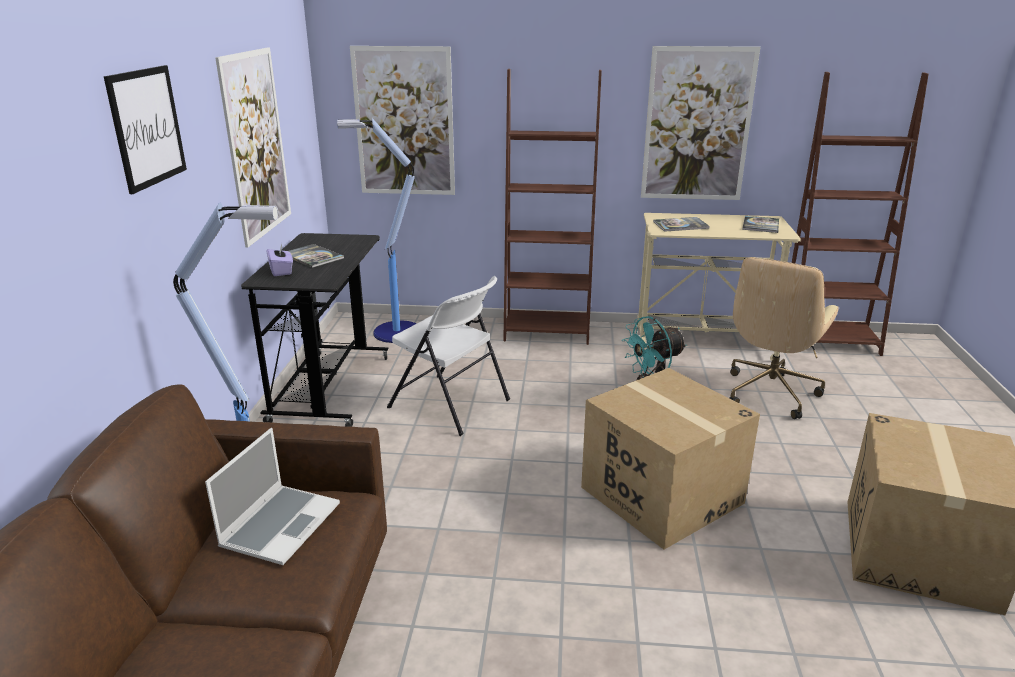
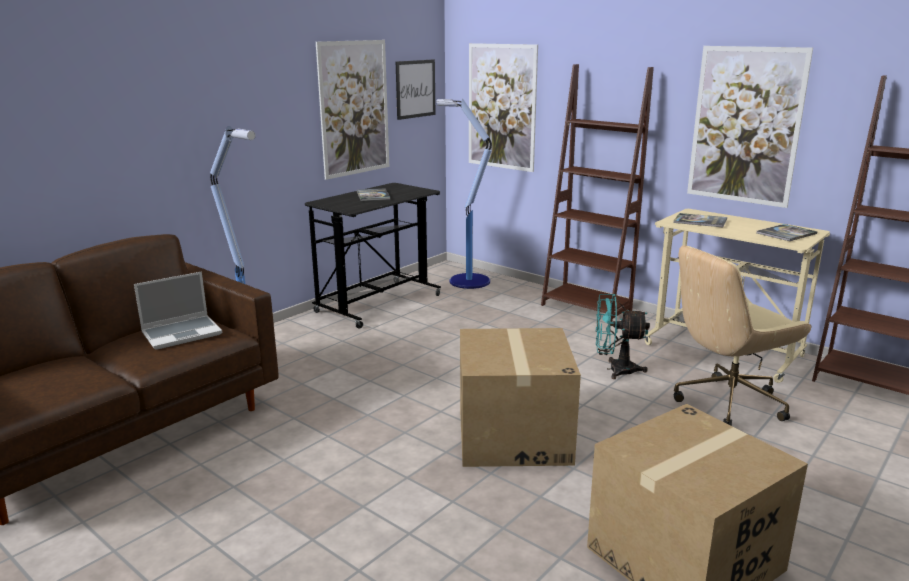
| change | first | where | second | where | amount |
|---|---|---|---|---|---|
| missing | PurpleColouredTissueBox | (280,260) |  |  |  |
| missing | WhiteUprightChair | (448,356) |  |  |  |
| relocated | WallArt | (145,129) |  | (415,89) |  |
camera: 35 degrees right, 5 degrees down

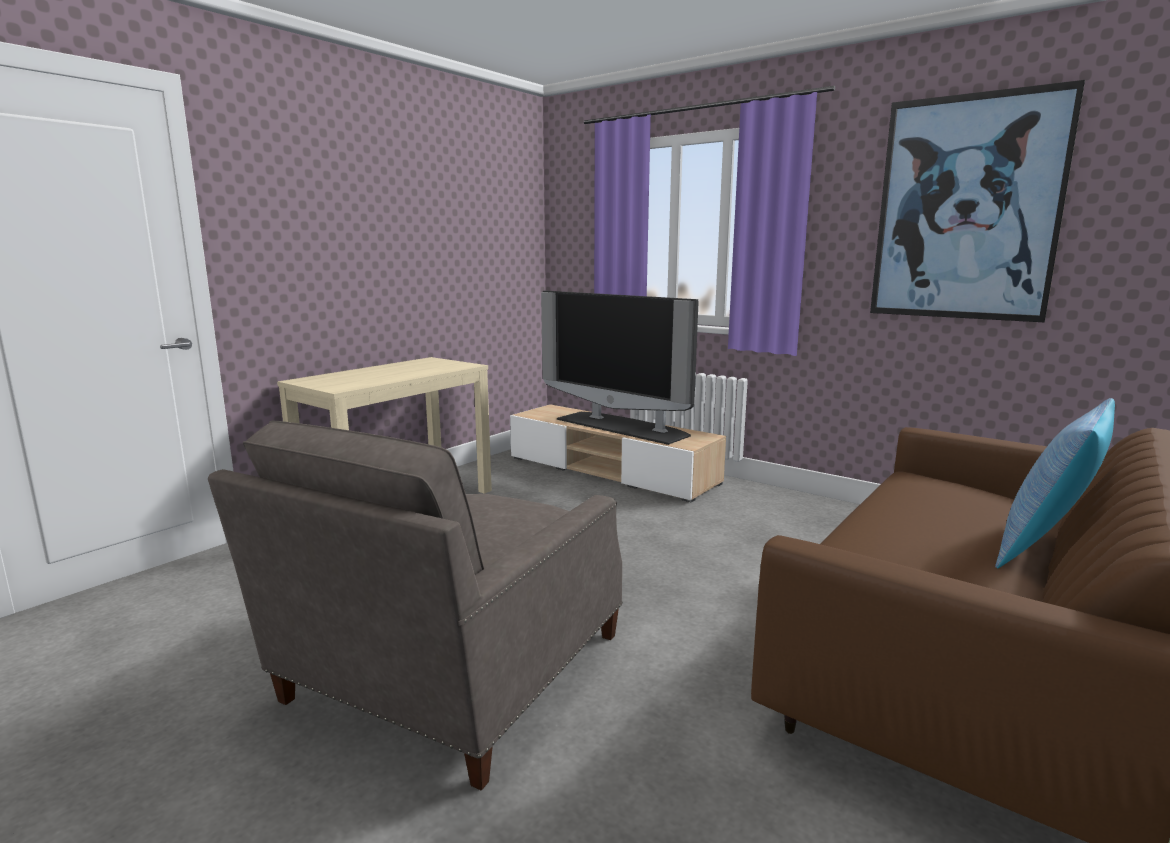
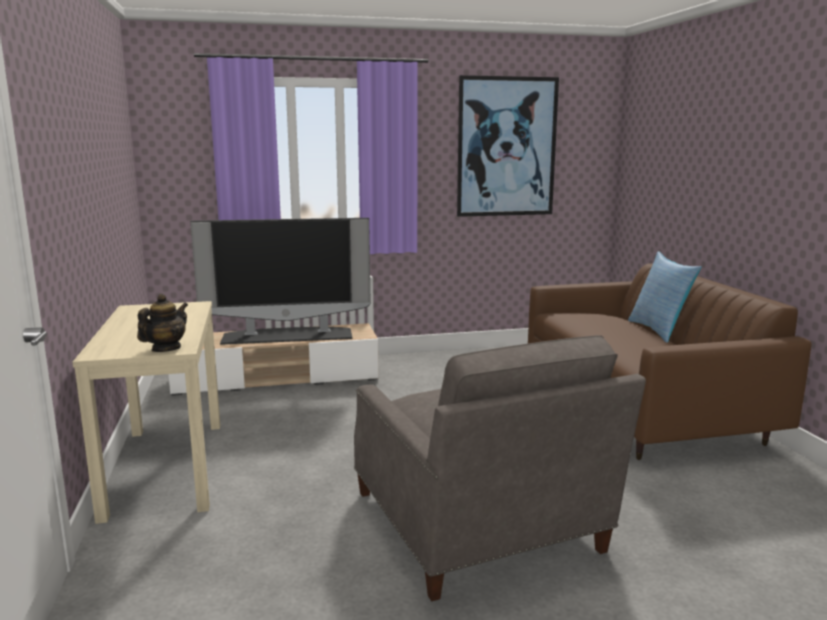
| change | first | where | second | where | amount |
|---|---|---|---|---|---|
| appeared |  |  | TeaPot | (162,323) |  |
camera: 50 degrees left, 0 degrees up

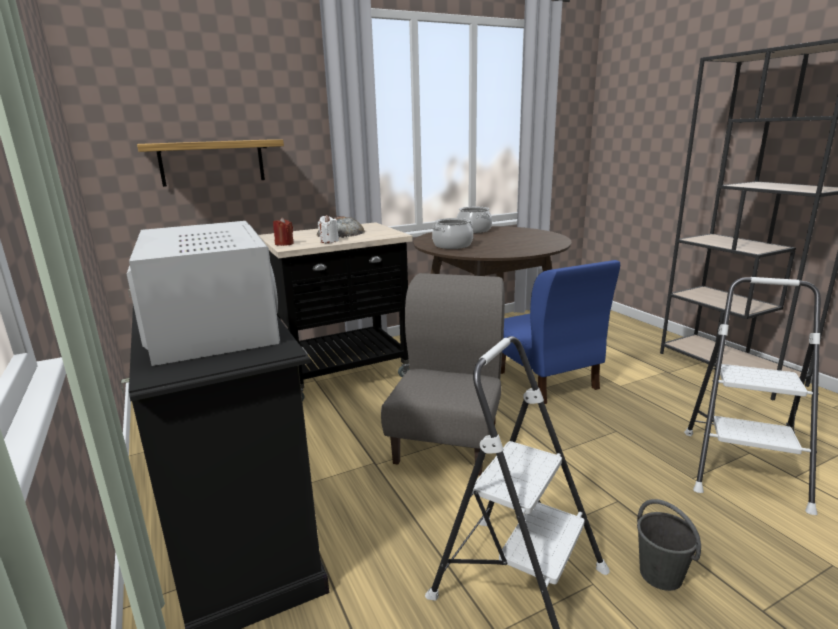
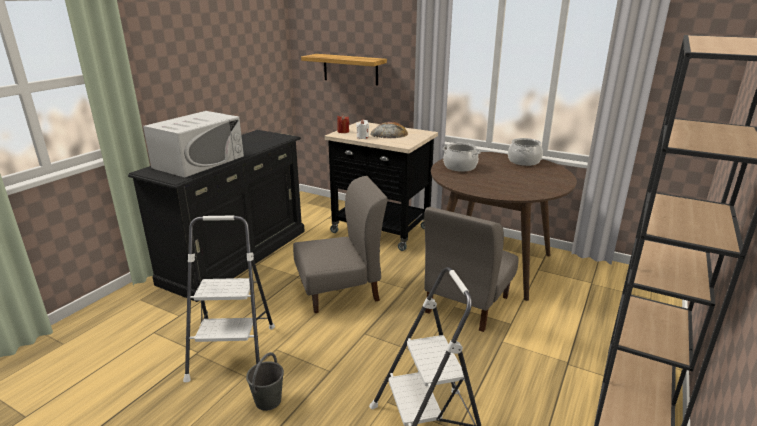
| change | first | where | second | where | amount |
|---|---|---|---|---|---|
| colour | BlueUprightChair | (560,332) | GreyishUprightChair | (471,269) |  |
camera: 55 degrees right, 5 degrees up

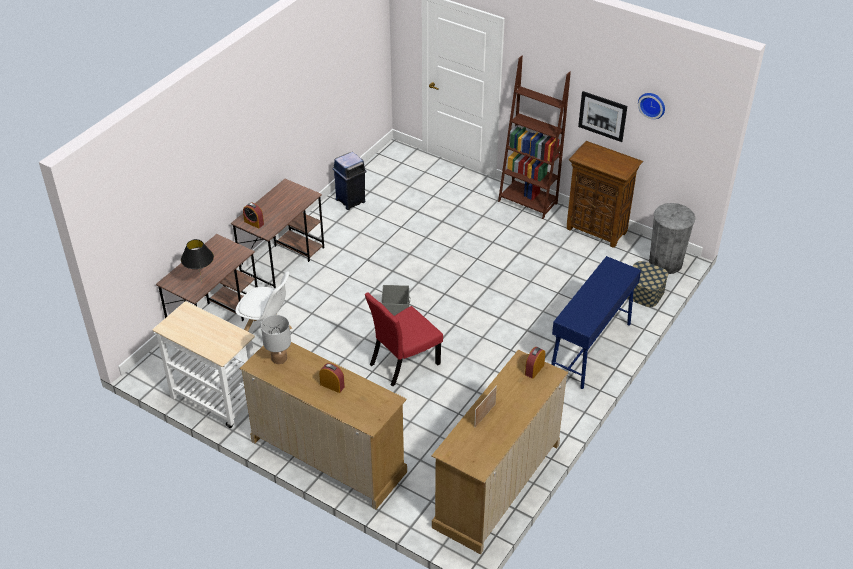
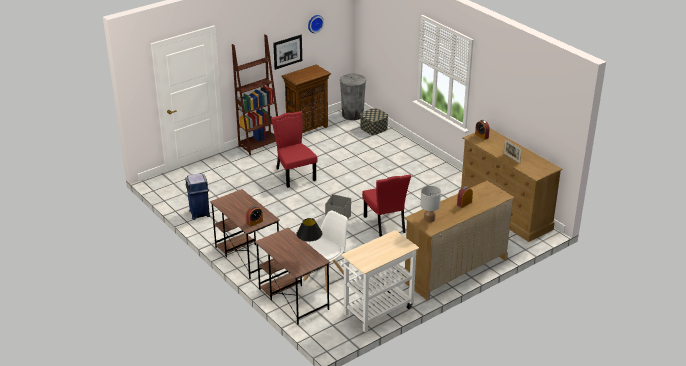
| change | first | where | second | where | amount |
|---|---|---|---|---|---|
| missing | BlueConsoleTable | (596,322) |  |  |  |
| appeared |  |  | RedUprightChair | (294,149) |  |
camera: 70 degrees left, 10 degrees down

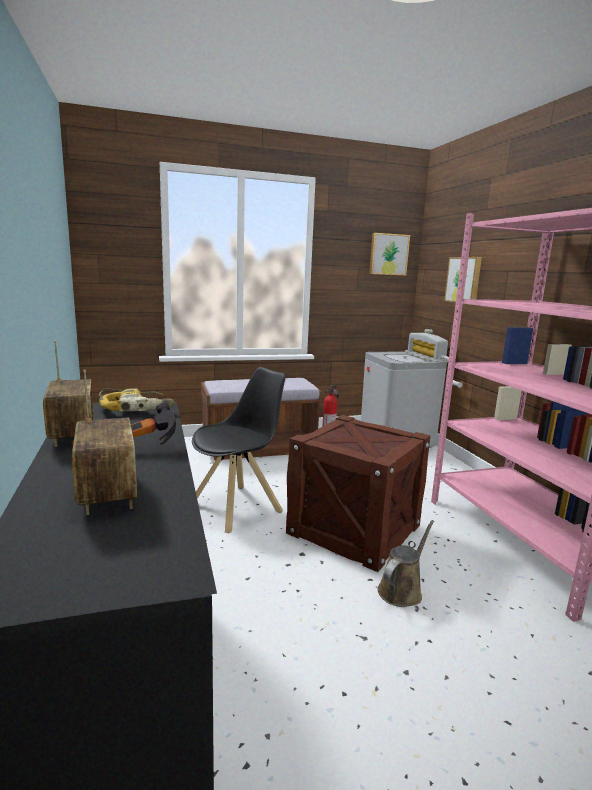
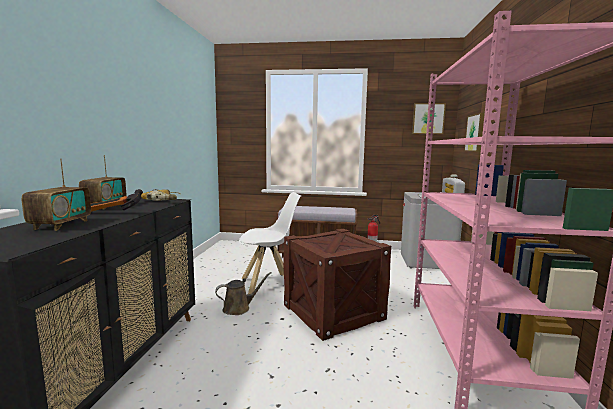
| change | first | where | second | where | amount |
|---|---|---|---|---|---|
| relocated | BrownishSprinklingCan | (405,563) |  | (243,293) |  |
| colour | BlackColouredUprightChair | (239,450) | WhiteUprightChair | (270,243) |  |
camera: 25 degrees right, 5 degrees down

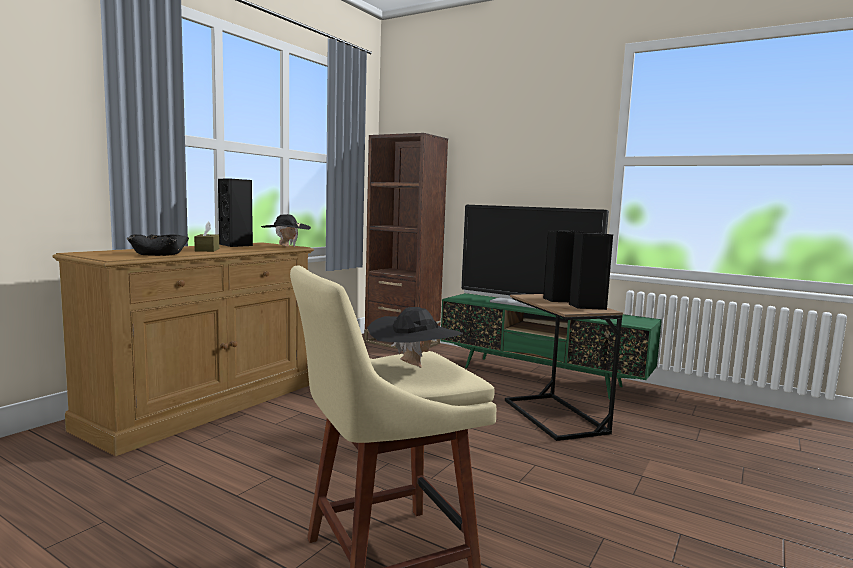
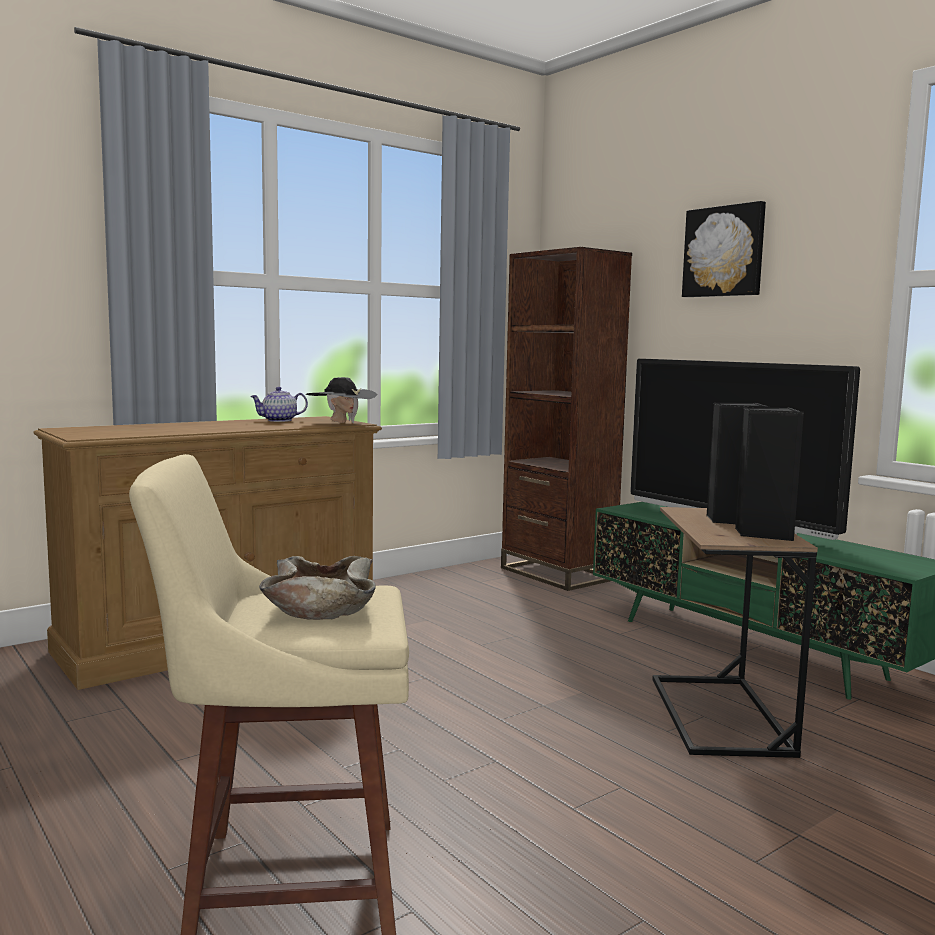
| change | first | where | second | where | amount |
|---|---|---|---|---|---|
| missing | BlackColouredBowl | (158,245) |  |  |  |
| missing | BrownishTissueBox | (206,236) |  |  |  |
| appeared |  |  | WallArt | (724,249) |  |
| exchanged | BlackColouredSpeaker | (235,212) | TeaPot | (279,404) |  |
| exchanged | BlackColouredWearableHat | (415,337) | BeigeColouredBowl | (317,588) |  |
camera: 20 degrees right, 0 degrees up

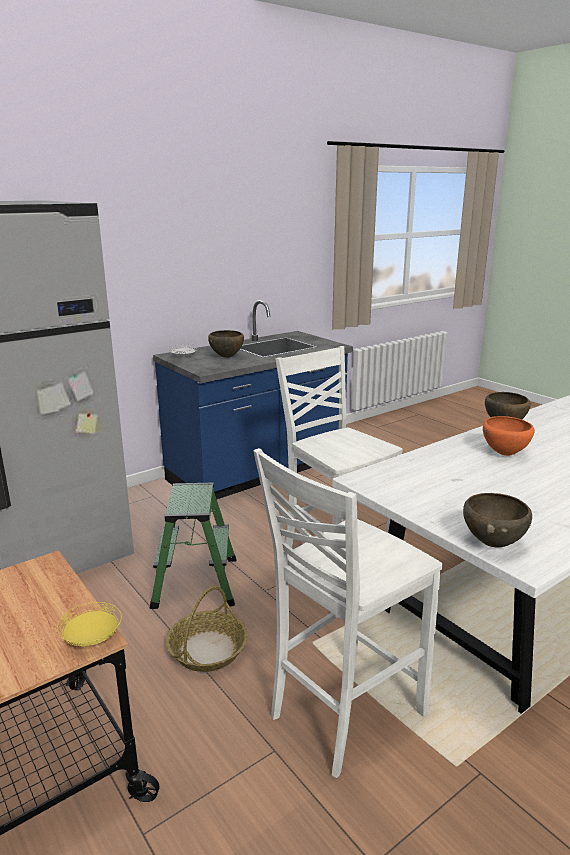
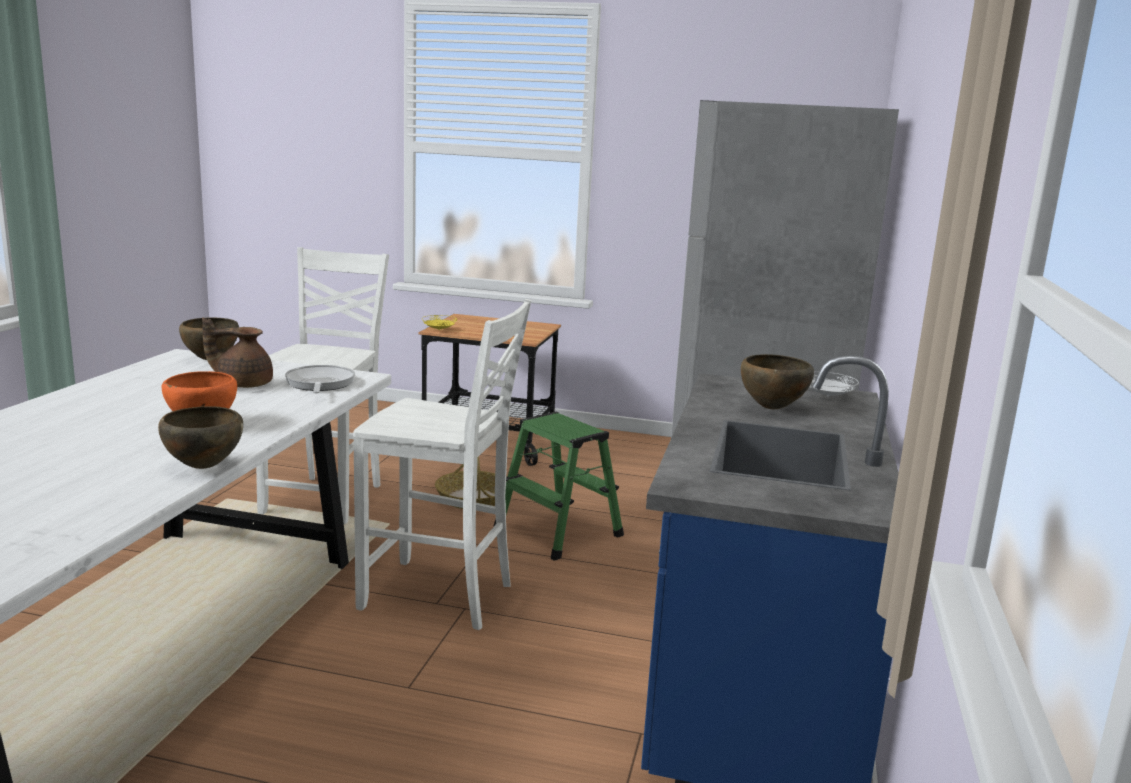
| change | first | where | second | where | amount |
|---|---|---|---|---|---|
| appeared |  |  | BrownishTeaPot | (237,352) |  |
| appeared |  |  | Pan | (320,379) |  |
camera: 140 degrees right, 5 degrees down

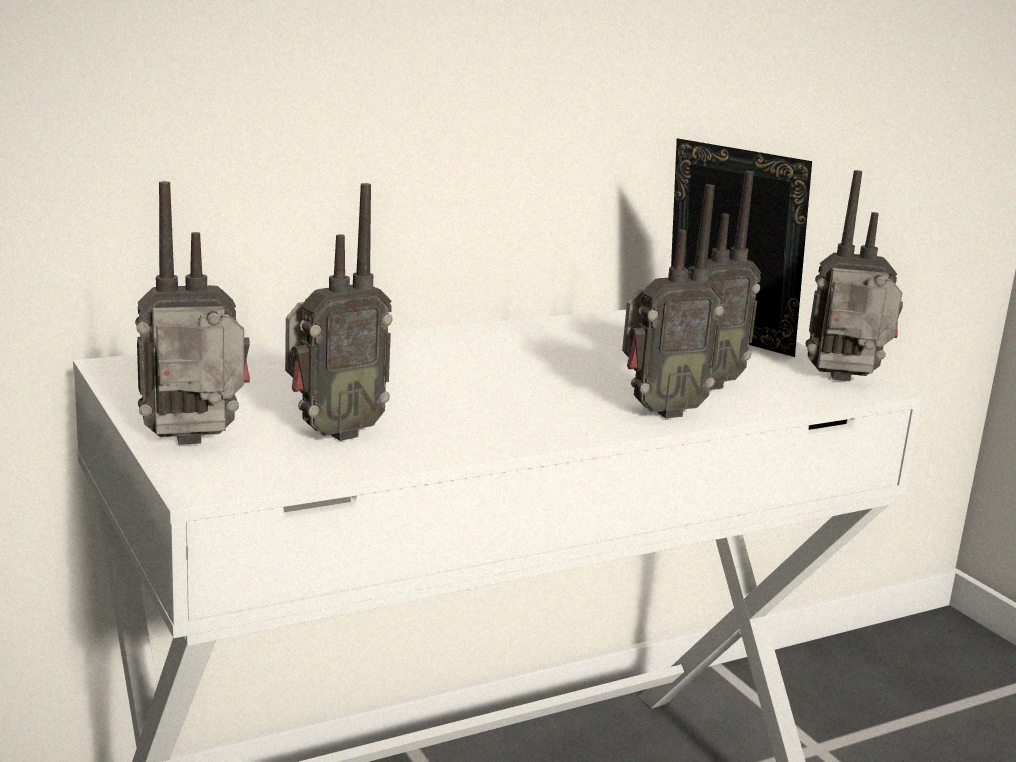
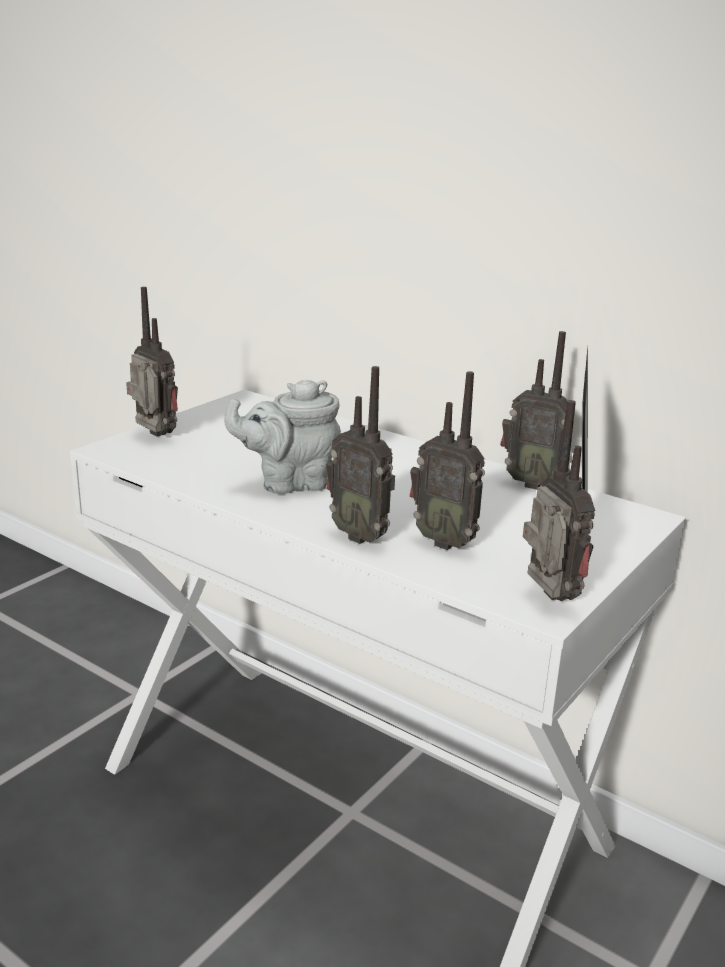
| change | first | where | second | where | amount |
|---|---|---|---|---|---|
| appeared |  |  | GreyishTeaPot | (282,436) |  |
| relocated | RadioReceiver | (339,312) |  | (533,410) |  |
camera: 65 degrees right, 5 degrees up

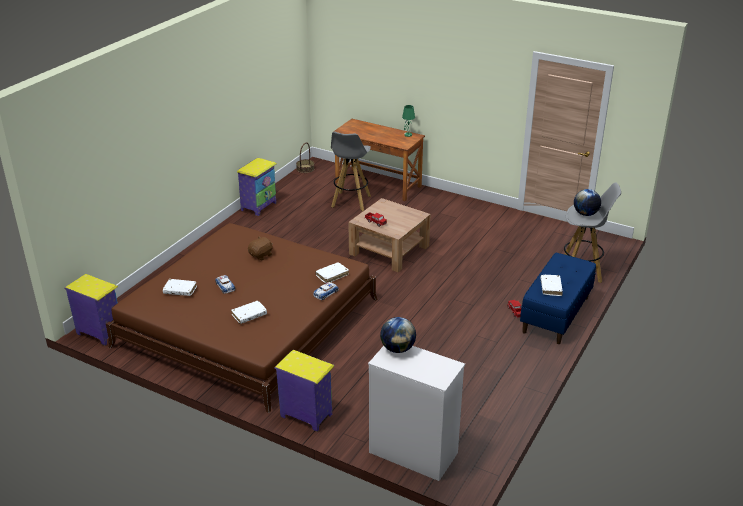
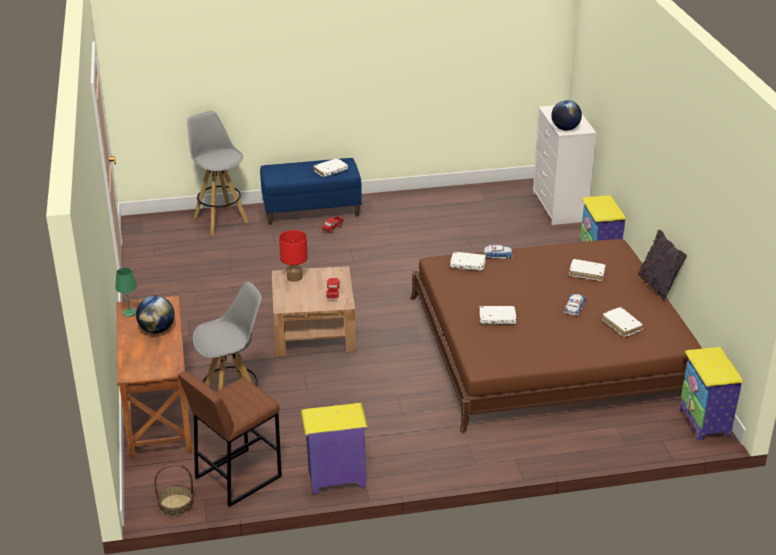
| change | first | where | second | where | amount |
|---|---|---|---|---|---|
| appeared |  |  | BrownishSittingStool | (230,439) |  |
| appeared |  |  | RedTableLamp | (293,256) |  |
| appeared |  |  | BlackColouredPillow | (662,265) |  |
| relocated | WorldGlobe | (587,202) |  | (155,315) |  |
| exchanged | BrownishPlushToy | (260,248) | WhiteBook | (498,315) |  |
camera: 130 degrees left, 0 degrees up

